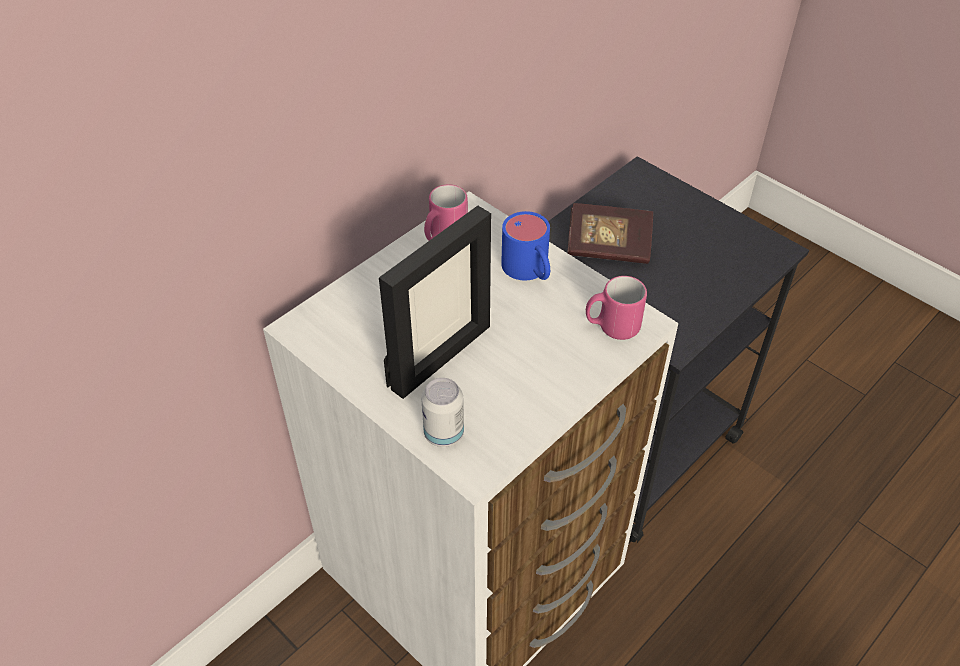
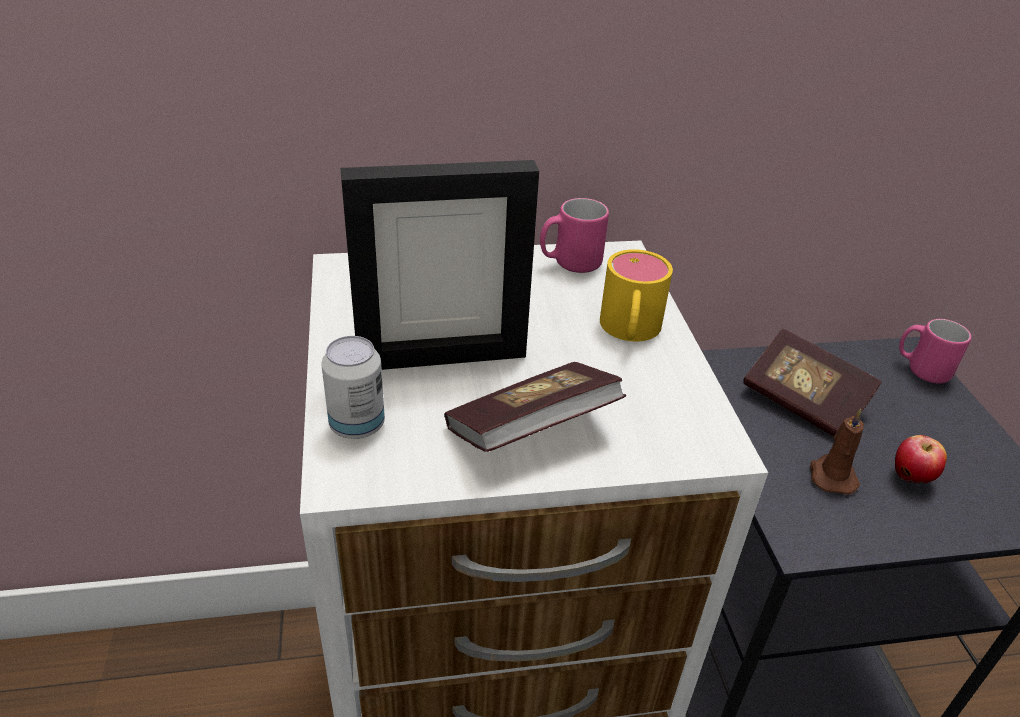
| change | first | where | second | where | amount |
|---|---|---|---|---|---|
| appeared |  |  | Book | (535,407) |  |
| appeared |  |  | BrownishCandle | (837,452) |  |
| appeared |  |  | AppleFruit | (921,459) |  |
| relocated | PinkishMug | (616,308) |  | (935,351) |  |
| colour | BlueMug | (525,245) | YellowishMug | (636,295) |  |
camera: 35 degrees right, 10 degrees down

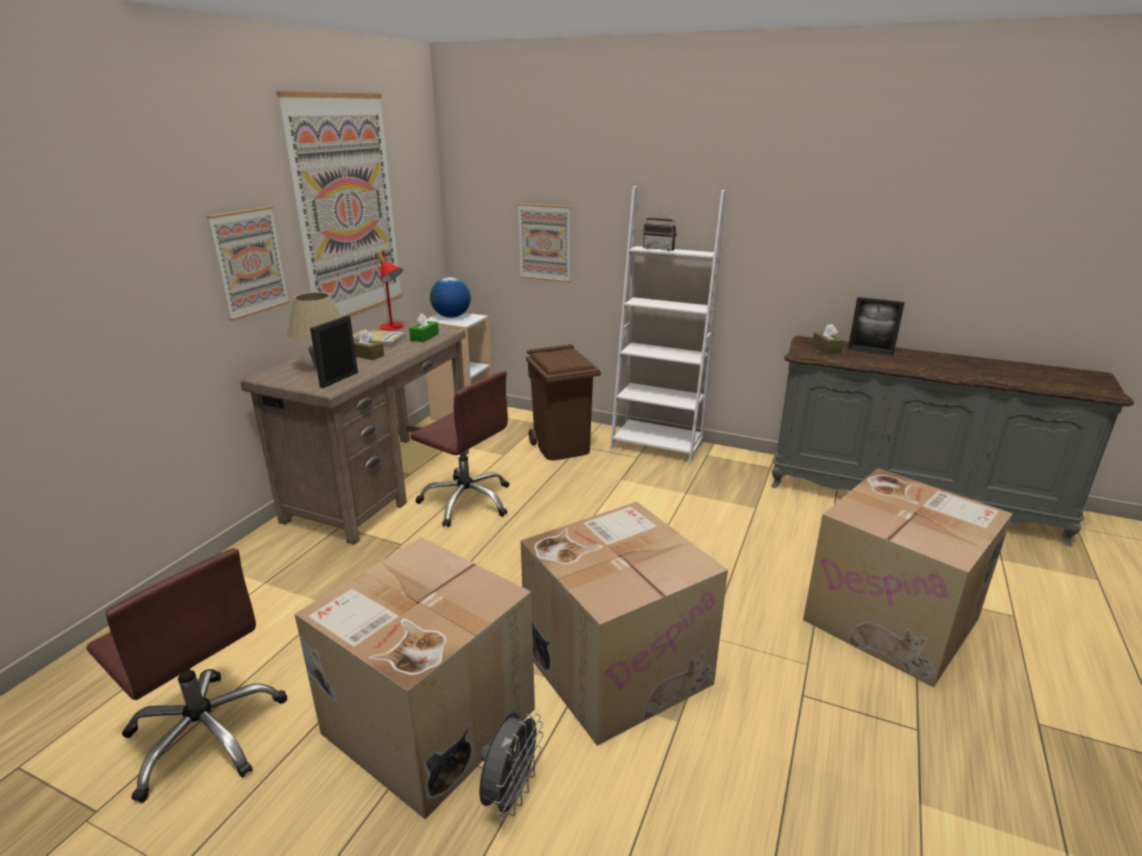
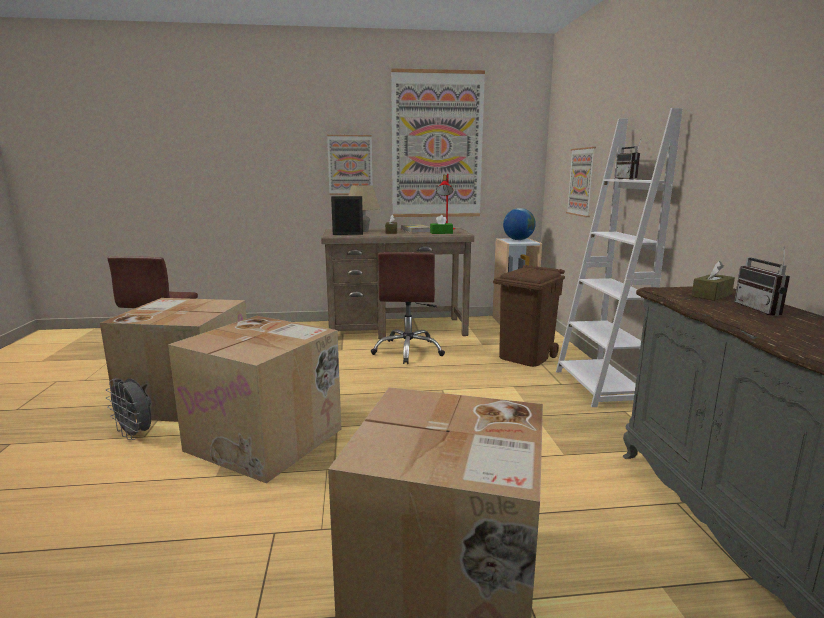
| change | first | where | second | where | amount |
|---|---|---|---|---|---|
| exchanged | PhotoFrame | (876,326) | RadioReceiver | (762,281) |  |
| spun | GreyishElectricFan | (511,766) |  | (128,409) | 45 degrees clockwise |
camera: 60 degrees right, 10 degrees down

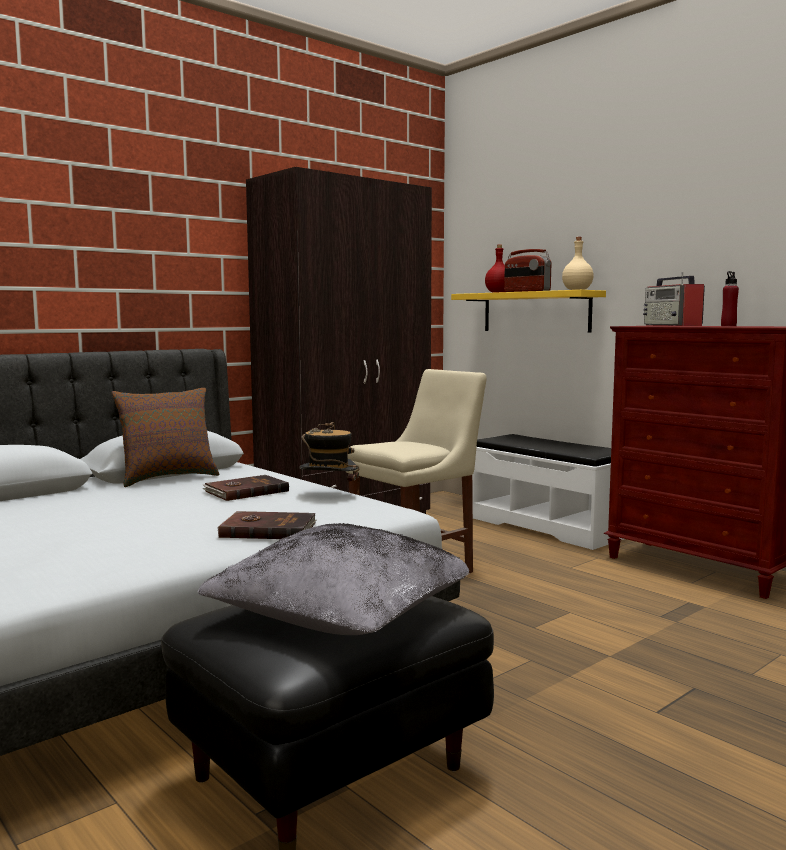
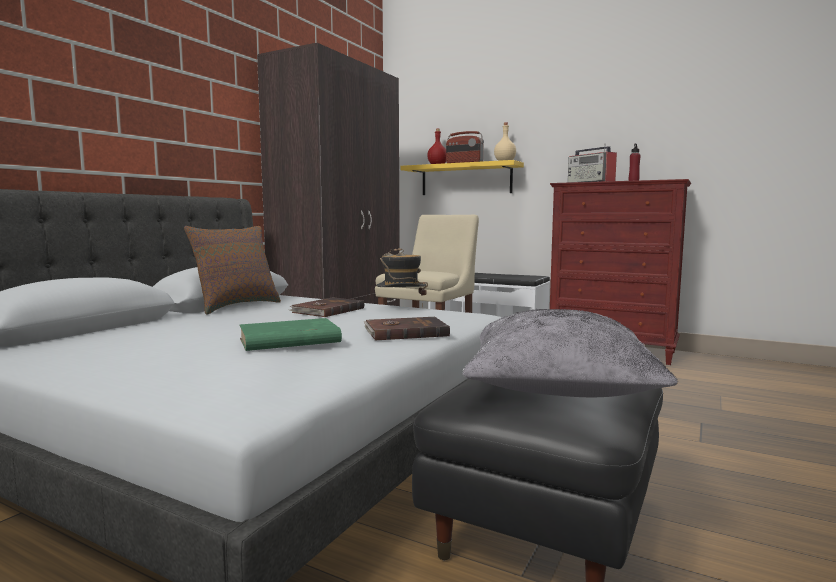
| change | first | where | second | where | amount |
|---|---|---|---|---|---|
| appeared |  |  | GreenishBook | (291,334) |  |
camera: 20 degrees left, 0 degrees up

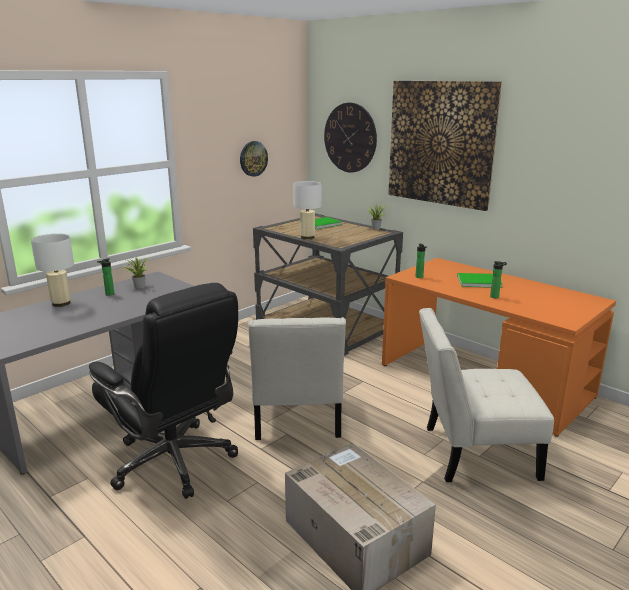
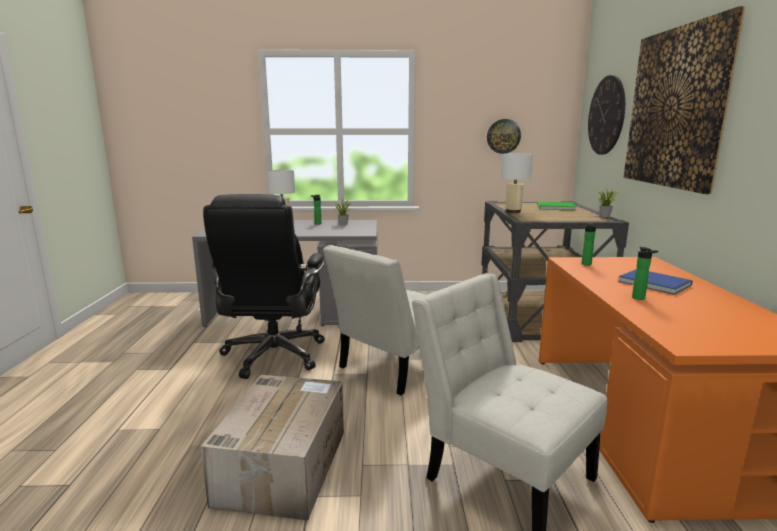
| change | first | where | second | where | amount |
|---|---|---|---|---|---|
| colour | GreenishBook | (479,280) | BlueBook | (656,282) |  |
camera: 45 degrees right, 5 degrees down

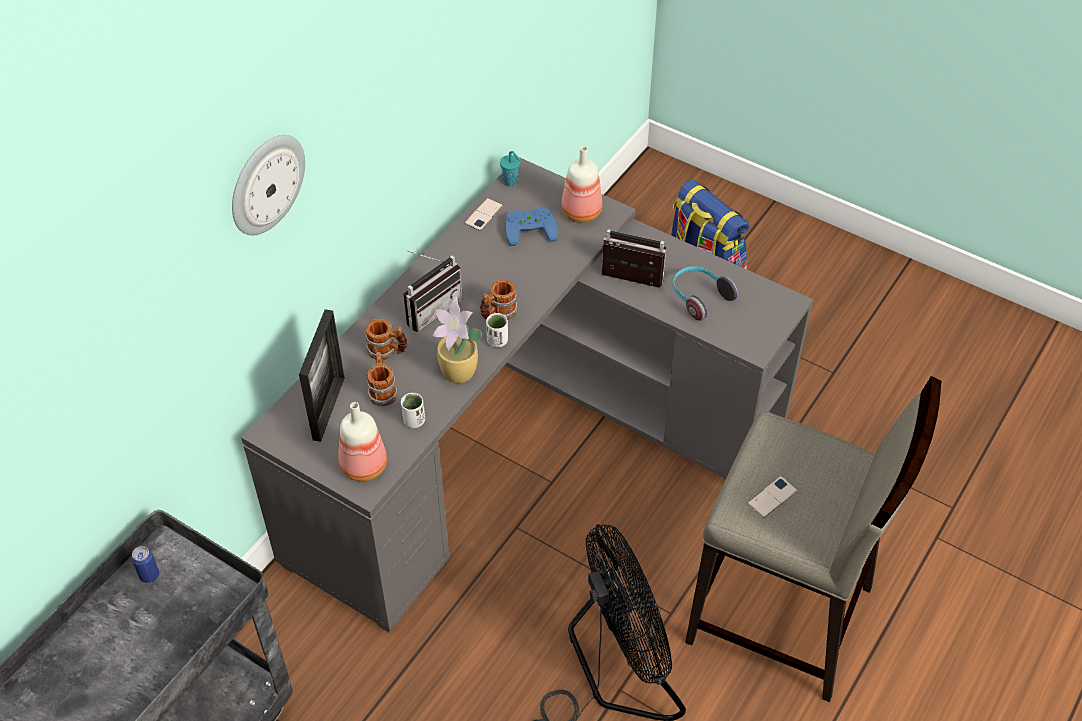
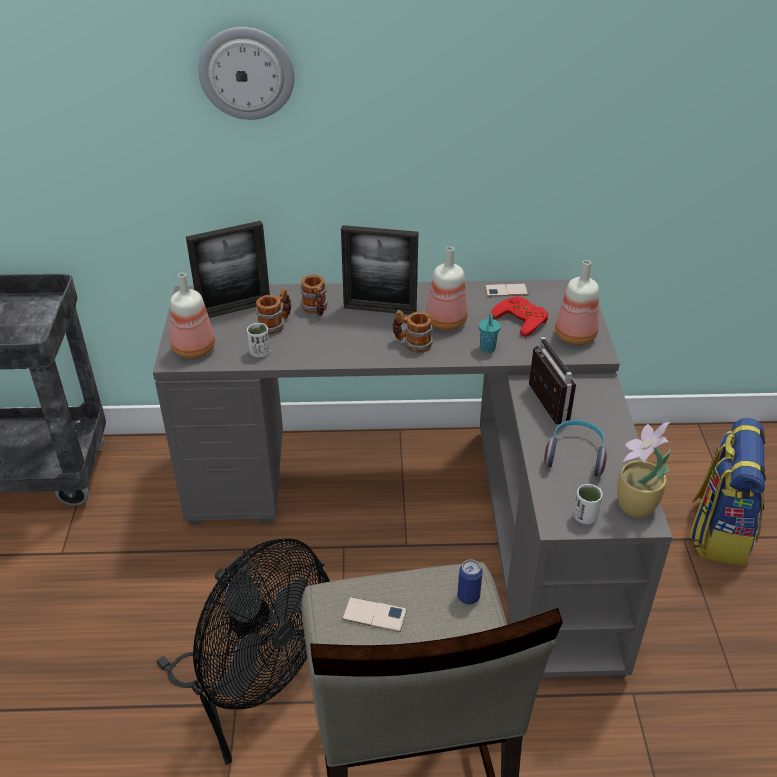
| change | first | where | second | where | amount |
|---|---|---|---|---|---|
| appeared |  |  | DrinkBottle | (447,288) |  |
| relocated | Can | (145,564) |  | (470,582) |  |
| relocated | Houseplant | (457,340) |  | (644,470) |  |
| relocated | WhiteCup | (497,330) |  | (588,504) |  |
| relocated | BlueGreenCup | (510,169) |  | (490,333) |  |
| exchanged | RadioReceiver | (432,291) | PhotoFrame | (379,270) |  |
| colour | BlueGameController | (531,227) | RedGameController | (519,316) |  |
camera: 55 degrees right, 10 degrees down

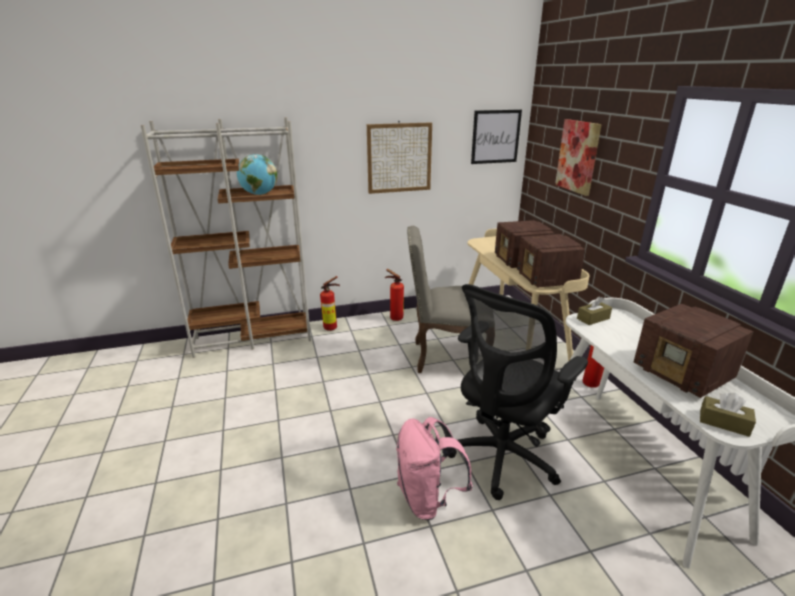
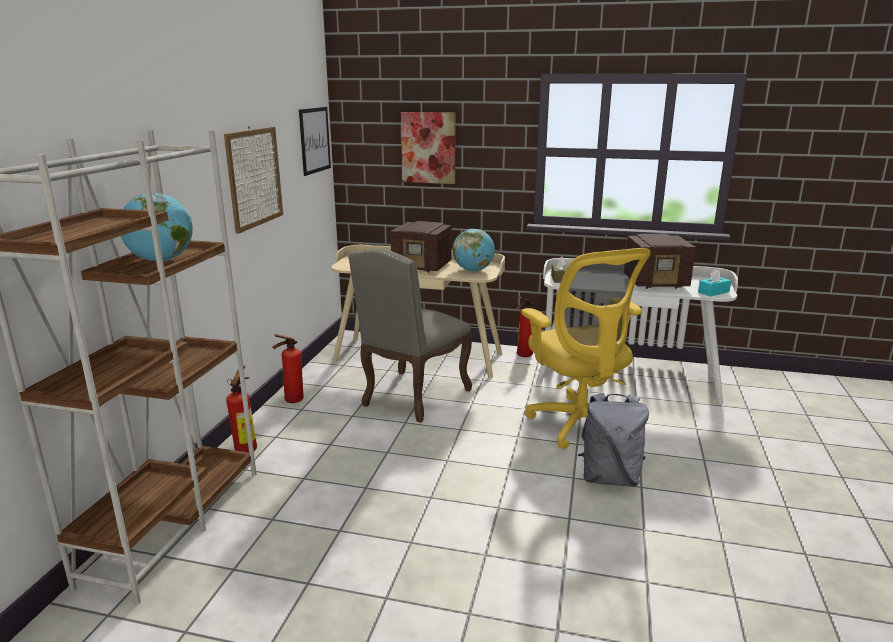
| change | first | where | second | where | amount |
|---|---|---|---|---|---|
| exchanged | RadioReceiver | (551,261) | WorldGlobe | (474,250) |  |
| colour | PinkishBackpack | (434,468) | GreyishBackpack | (613,439) |  |
| colour | BlackColouredOfficeChair | (518,392) | YellowishOfficeChair | (586,348) |  |
| colour | BrownishTissueBox | (728,415) | BlueGreenTissueBox | (714,282) |  |
camera: 60 degrees left, 5 degrees down

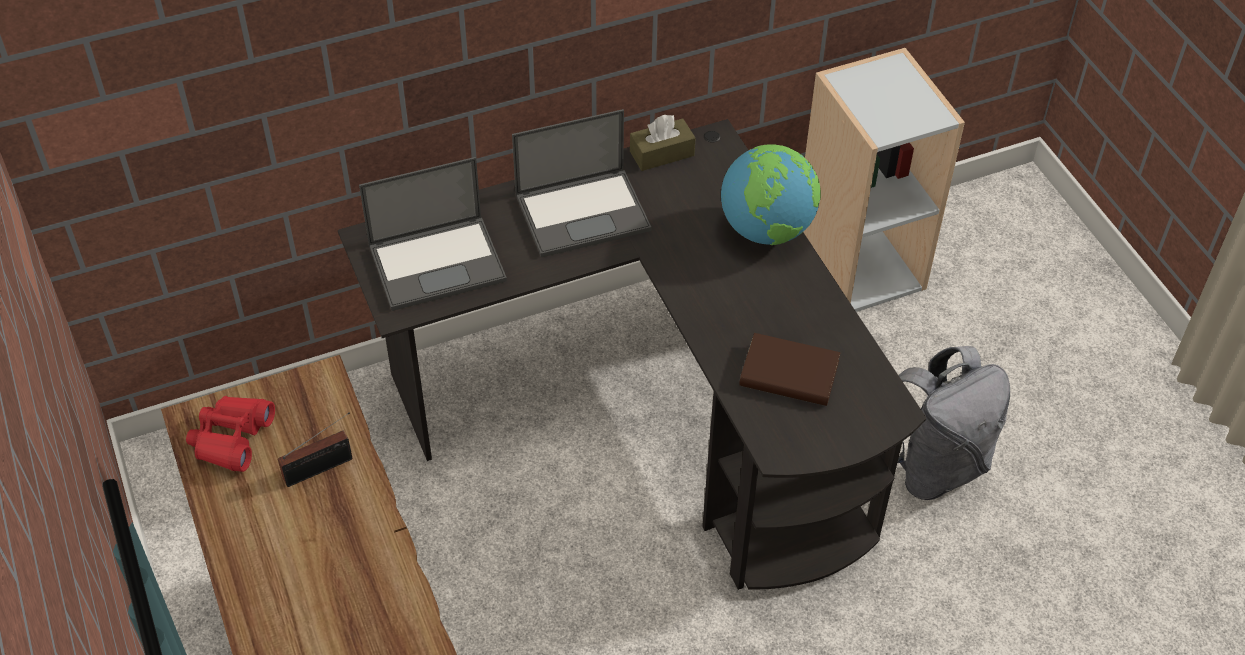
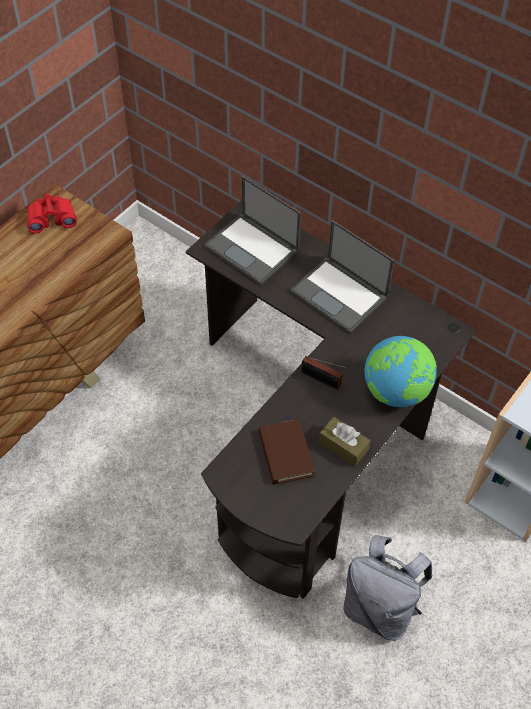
| change | first | where | second | where | amount |
|---|---|---|---|---|---|
| relocated | RadioReceiver | (315,450) |  | (324,373) |  |
| relocated | BrownishTissueBox | (662,143) |  | (344,441) |  |
camera: 60 degrees right, 5 degrees up

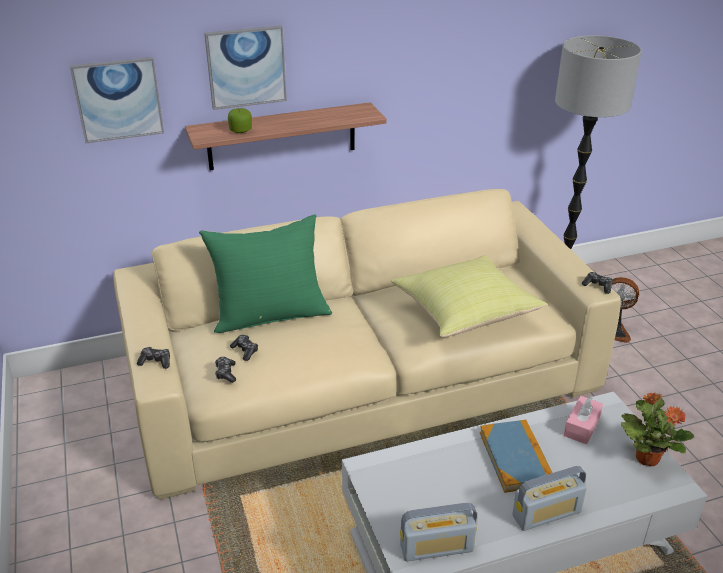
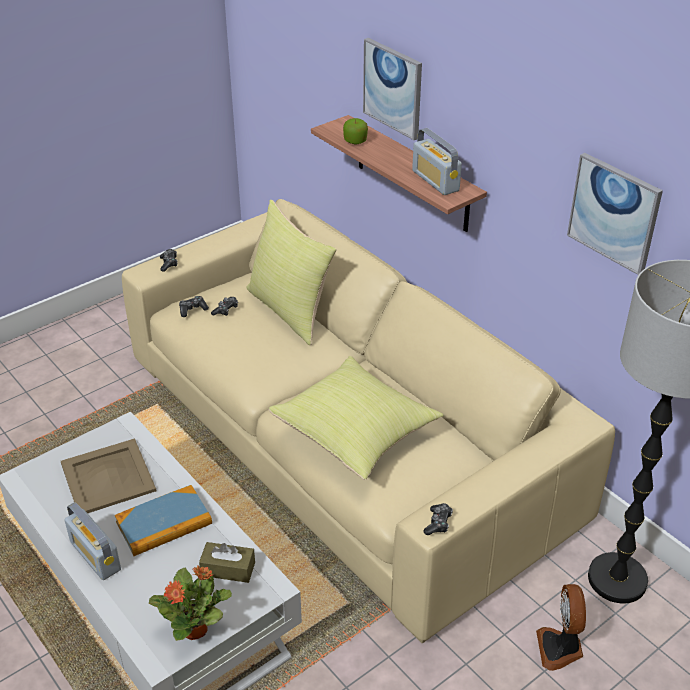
| change | first | where | second | where | amount |
|---|---|---|---|---|---|
| appeared |  |  | BeigeColouredTray | (108,475) |  |
| relocated | WallArt | (117,100) |  | (615,214) |  |
| relocated | RadioReceiver | (438,532) |  | (437,161) |  |
| colour | GreenishPillow | (265,273) | YellowishPillow | (292,272) |  |
| colour | PinkishTissueBox | (583,420) | BrownishTissueBox | (227,562) |  |
camera: 70 degrees right, 5 degrees up

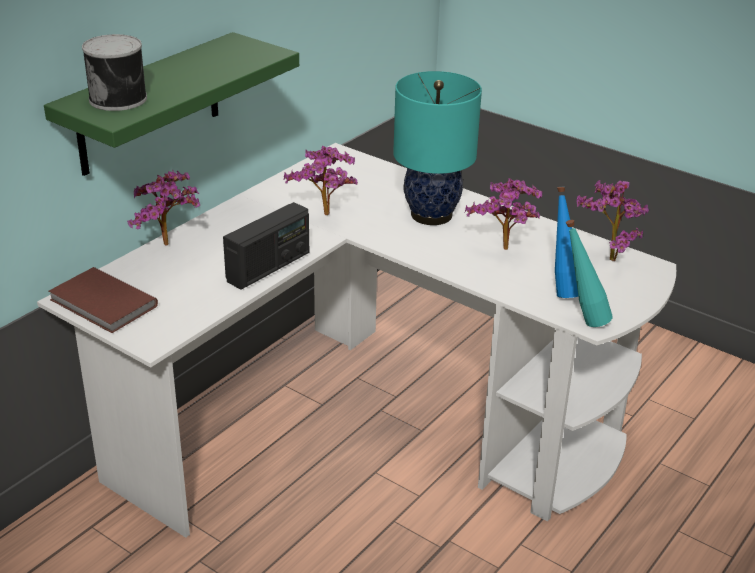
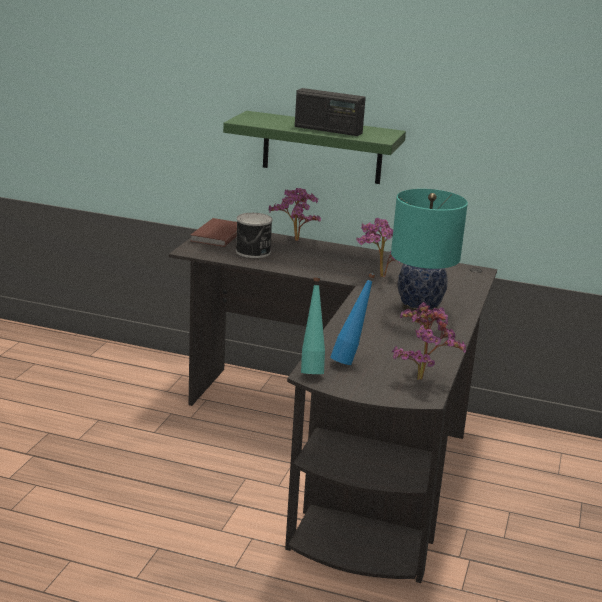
| change | first | where | second | where | amount |
|---|---|---|---|---|---|
| missing | Houseplant | (503,214) |  |  |  |
| relocated | Can | (114,72) |  | (254,235) |  |
| relocated | RadioReceiver | (266,246) |  | (330,112) |  |
| colour | WhiteDeskUnit | (356,340) | BlackColouredDeskUnit | (333,408) |  |
camera: 70 degrees right, 10 degrees down

